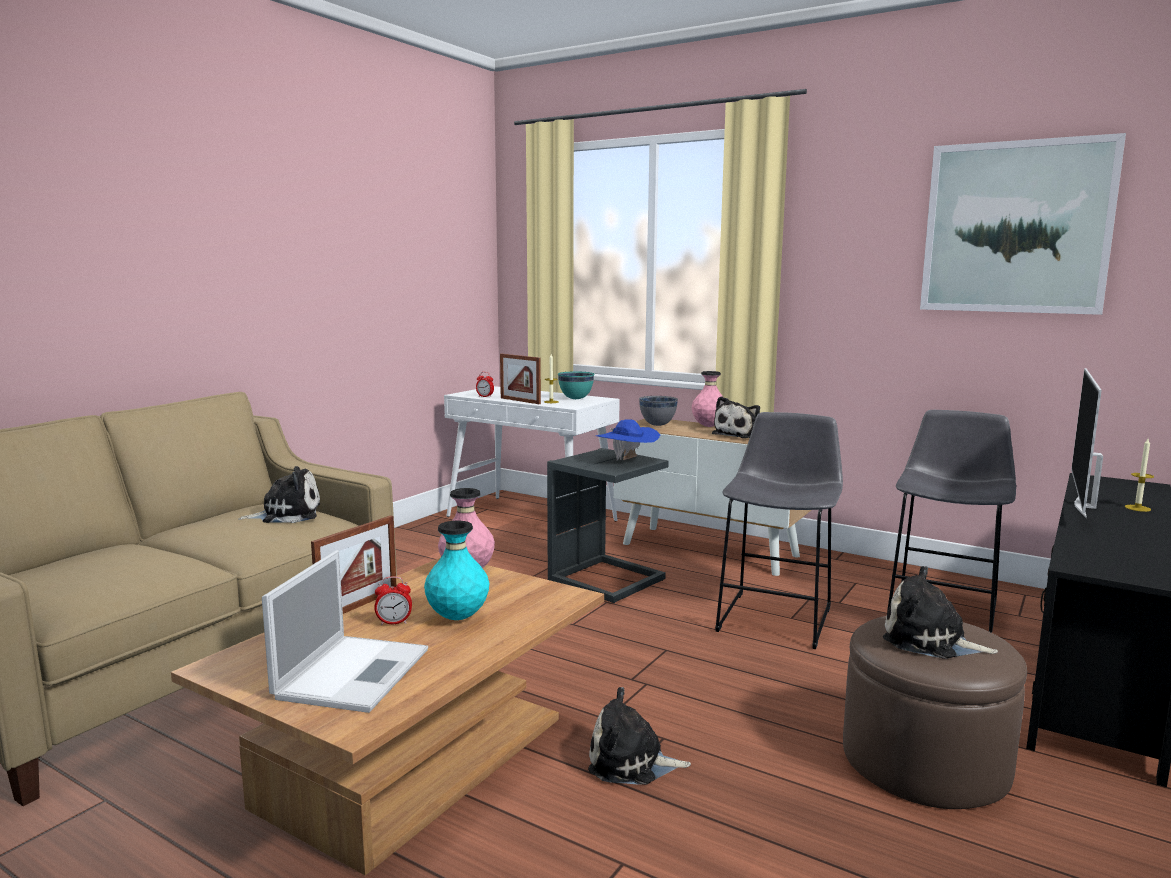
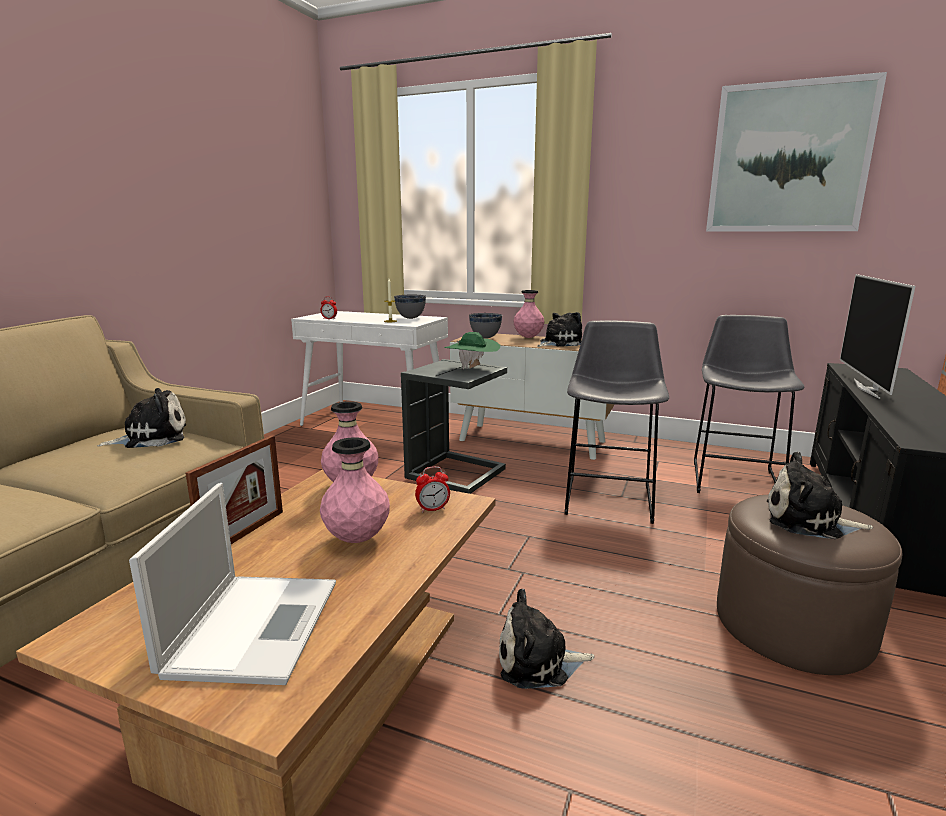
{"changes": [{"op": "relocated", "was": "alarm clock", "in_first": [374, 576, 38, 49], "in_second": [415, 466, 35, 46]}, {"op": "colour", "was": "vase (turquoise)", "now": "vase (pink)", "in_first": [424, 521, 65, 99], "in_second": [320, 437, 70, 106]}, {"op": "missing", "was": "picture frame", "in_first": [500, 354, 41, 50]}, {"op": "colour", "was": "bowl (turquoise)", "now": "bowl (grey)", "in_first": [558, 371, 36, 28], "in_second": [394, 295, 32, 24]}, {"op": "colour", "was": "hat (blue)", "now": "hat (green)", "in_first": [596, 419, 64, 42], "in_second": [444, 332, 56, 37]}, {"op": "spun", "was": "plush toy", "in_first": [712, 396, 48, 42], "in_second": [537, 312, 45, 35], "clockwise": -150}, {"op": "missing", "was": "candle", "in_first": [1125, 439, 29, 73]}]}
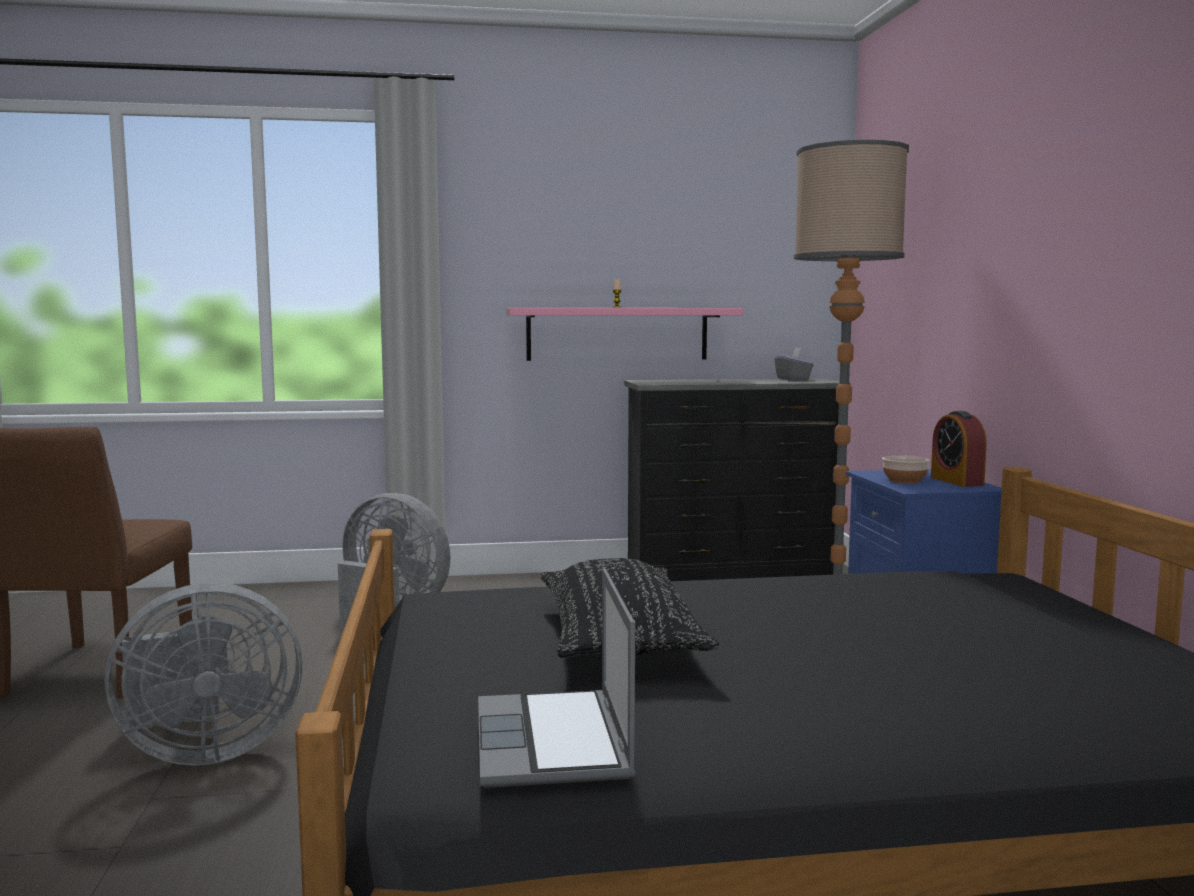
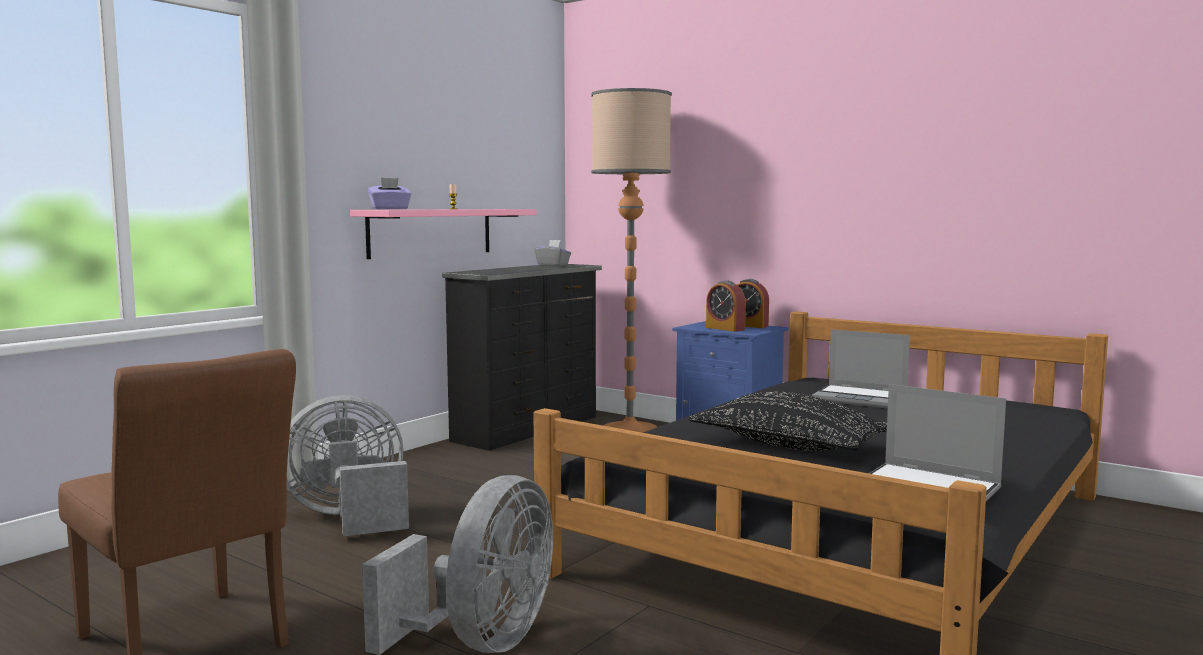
{"changes": [{"op": "exchanged", "was": "bowl", "now": "alarm clock", "in_first": [882, 455, 48, 28], "in_second": [706, 281, 40, 51]}, {"op": "appeared", "now": "tissue box (purple)", "in_second": [368, 178, 43, 31]}, {"op": "appeared", "now": "laptop", "in_second": [812, 329, 98, 80]}]}
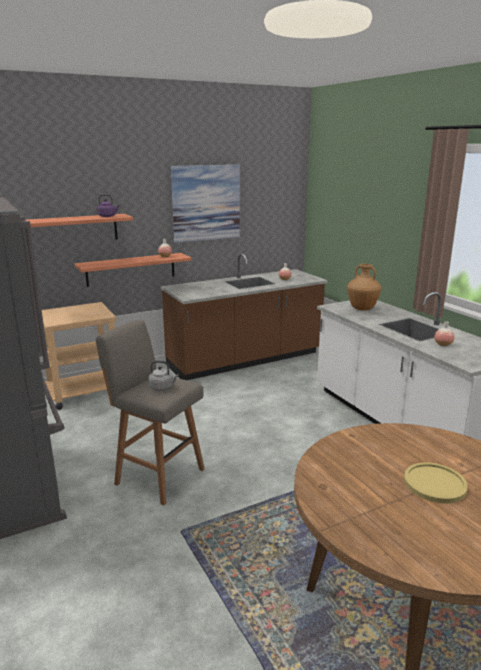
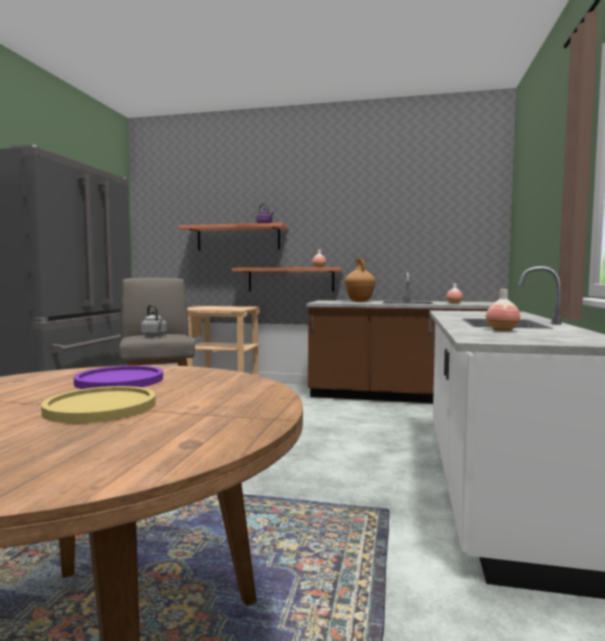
{"changes": [{"op": "missing", "was": "picture", "in_first": [171, 165, 69, 78]}, {"op": "relocated", "was": "vase (brown)", "in_first": [347, 264, 34, 47], "in_second": [344, 259, 32, 43]}, {"op": "appeared", "now": "plate (purple)", "in_second": [74, 366, 89, 23]}]}
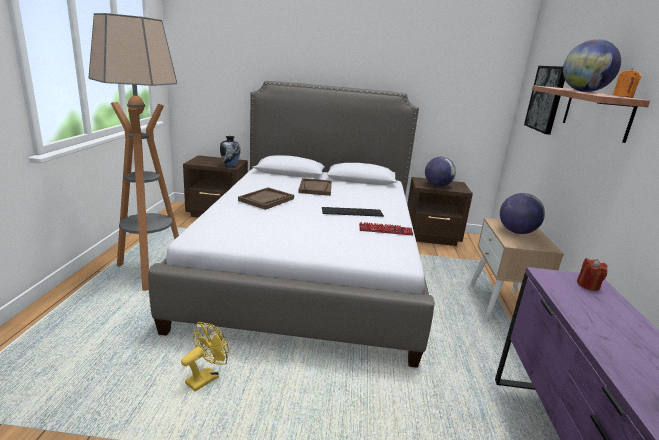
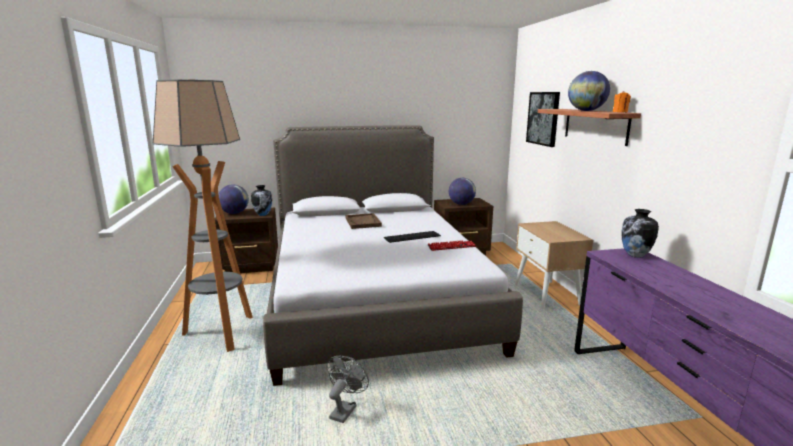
{"changes": [{"op": "colour", "was": "fan (yellow)", "now": "fan (grey)", "in_first": [181, 322, 48, 69], "in_second": [327, 356, 42, 67]}, {"op": "missing", "was": "tray (brown)", "in_first": [238, 188, 56, 22]}, {"op": "relocated", "was": "globe", "in_first": [500, 193, 45, 41], "in_second": [218, 184, 31, 30]}, {"op": "exchanged", "was": "candle (red)", "now": "vase", "in_first": [577, 258, 30, 33], "in_second": [621, 209, 38, 49]}]}
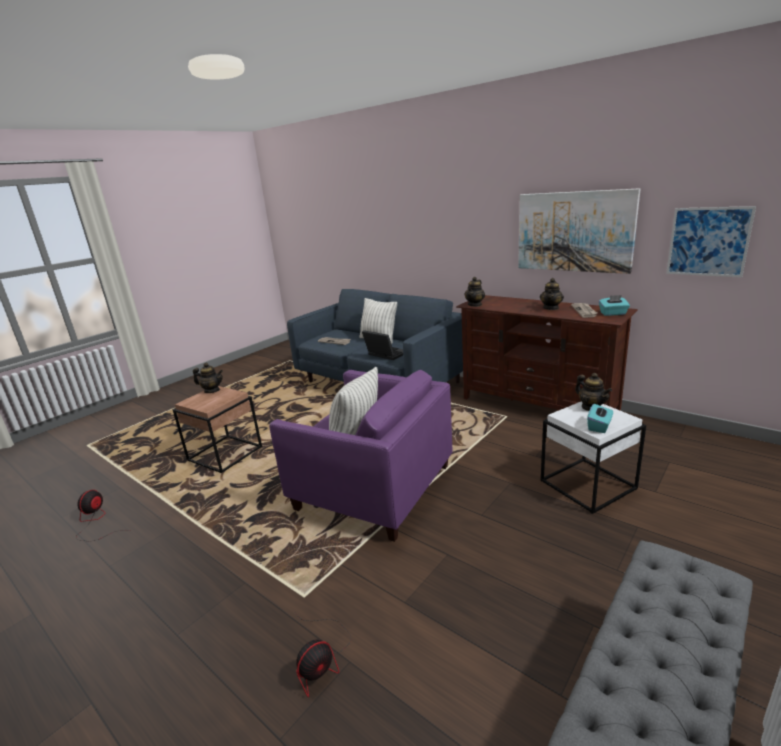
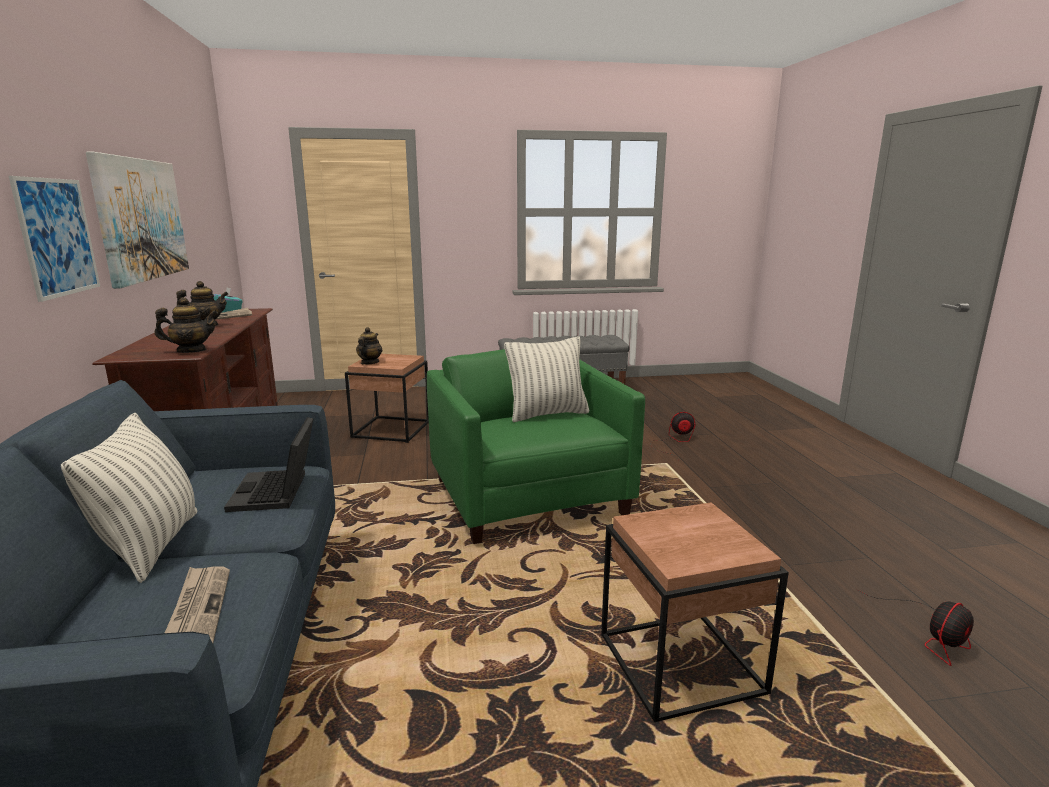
{"changes": [{"op": "missing", "was": "teapot", "in_first": [193, 363, 30, 30]}, {"op": "colour", "was": "armchair (purple)", "now": "armchair (green)", "in_first": [269, 370, 184, 172], "in_second": [427, 349, 218, 195]}, {"op": "colour", "was": "side table (white)", "now": "side table (brown)", "in_first": [541, 402, 105, 112], "in_second": [345, 354, 84, 89]}, {"op": "missing", "was": "tissue box (turquoise)", "in_first": [587, 404, 26, 29]}, {"op": "relocated", "was": "picture", "in_first": [666, 206, 90, 71], "in_second": [9, 176, 91, 126]}]}
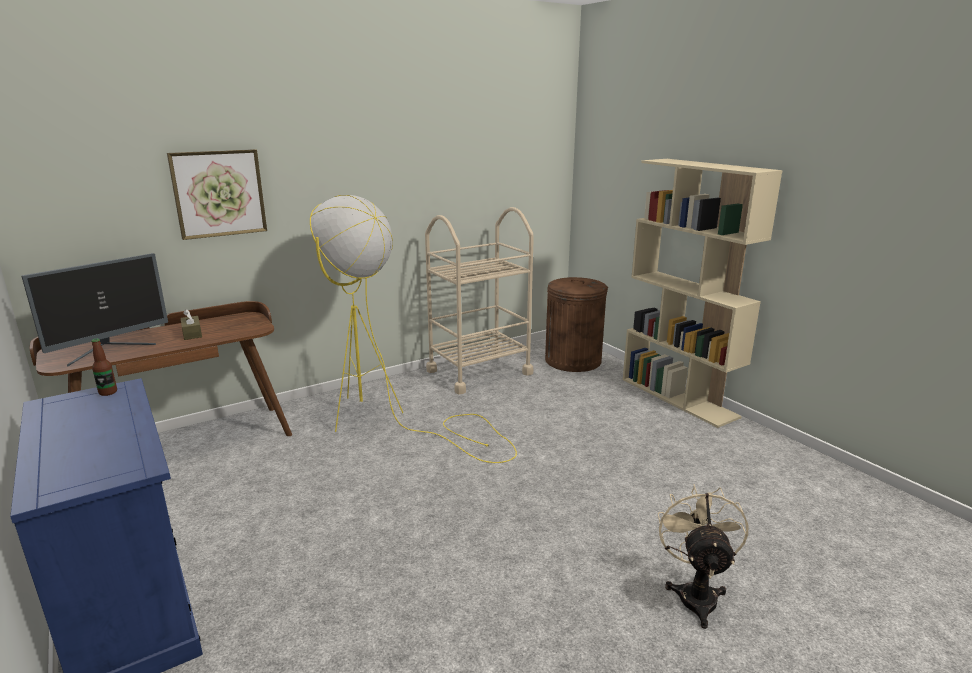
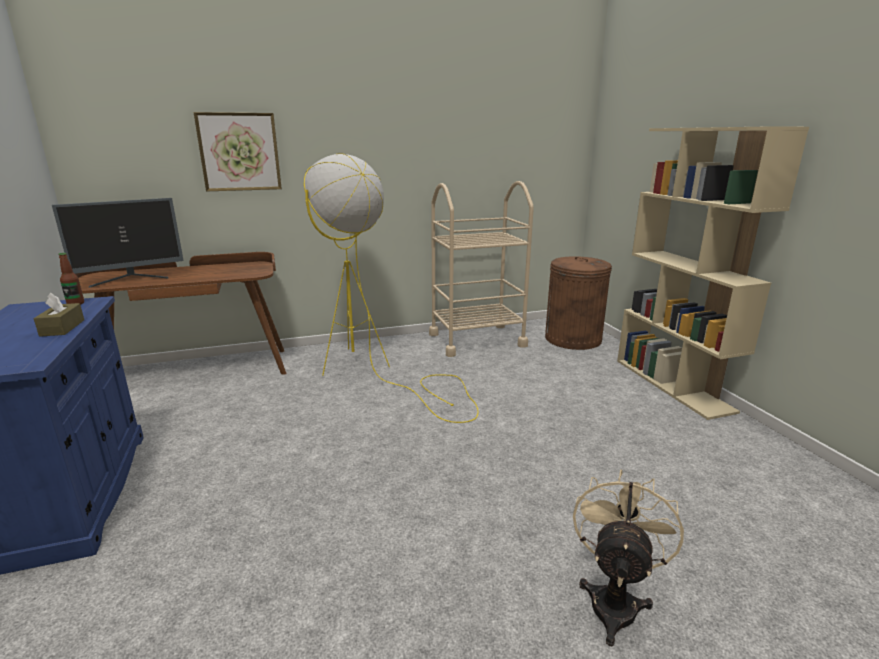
{"changes": [{"op": "relocated", "was": "tissue box (brown)", "in_first": [181, 309, 21, 31], "in_second": [34, 293, 50, 44]}]}
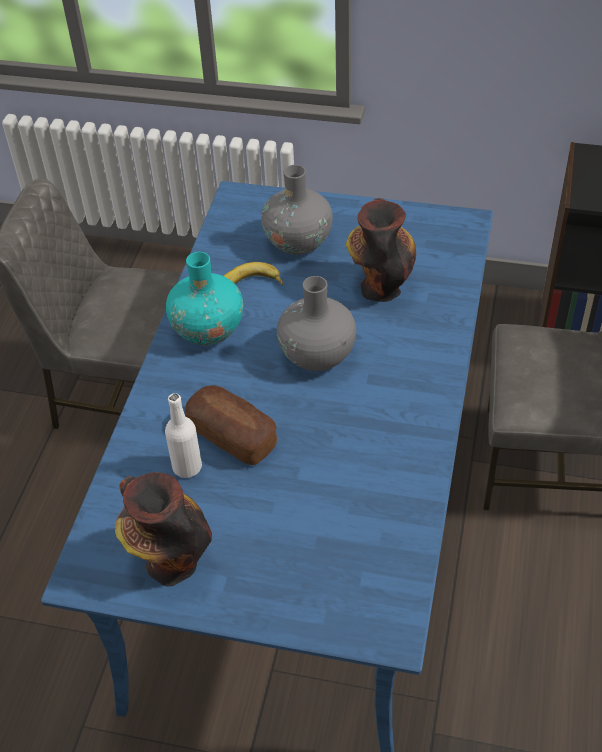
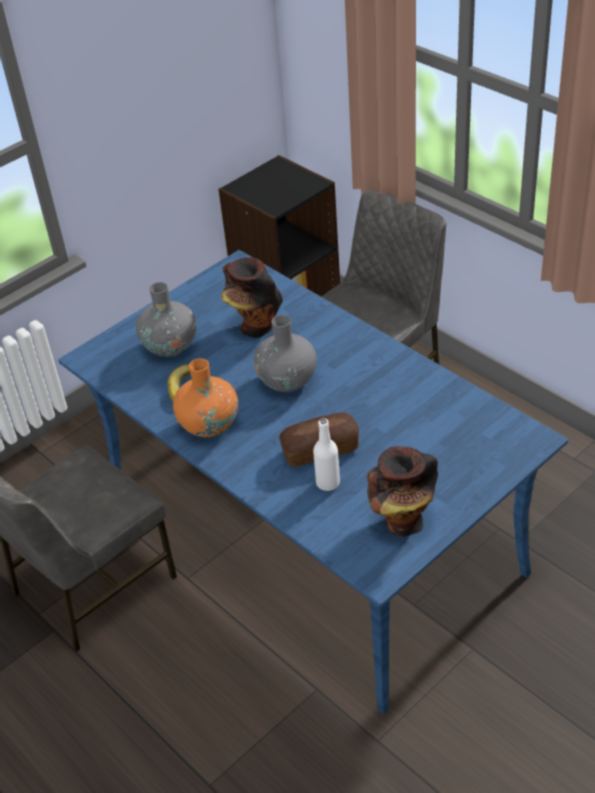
{"changes": [{"op": "colour", "was": "vase (turquoise)", "now": "vase (orange)", "in_first": [166, 252, 77, 93], "in_second": [173, 358, 65, 79]}]}
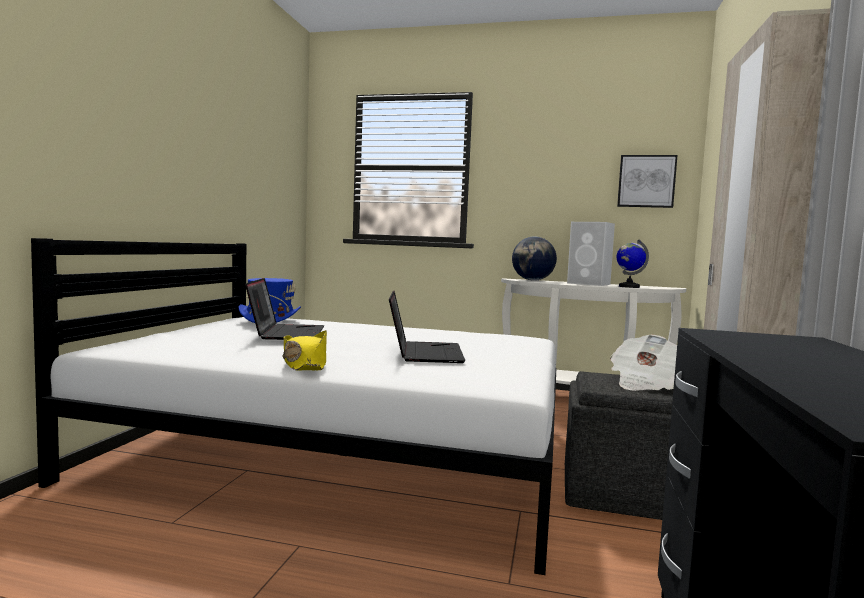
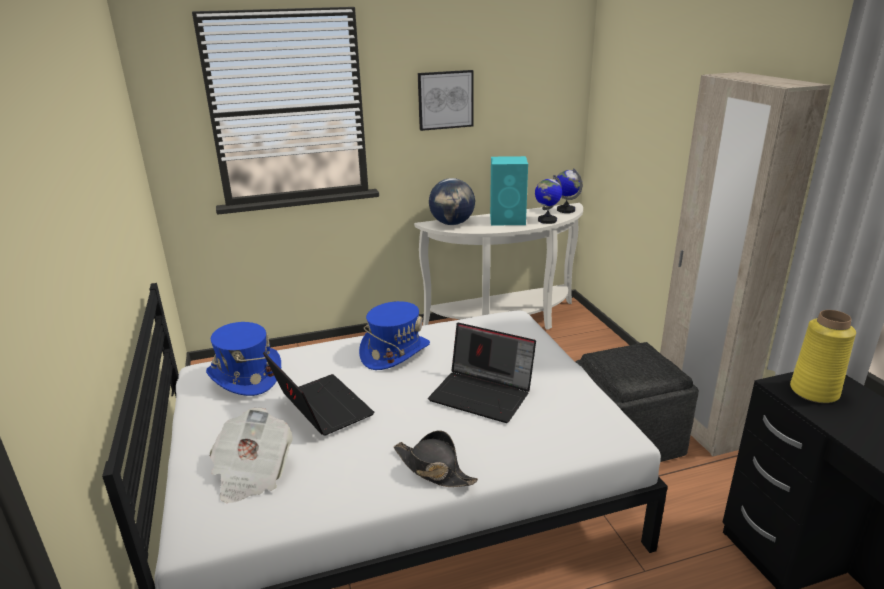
{"changes": [{"op": "colour", "was": "hat (yellow)", "now": "hat (black)", "in_first": [283, 330, 44, 41], "in_second": [394, 430, 84, 57]}, {"op": "spun", "was": "laptop", "in_first": [389, 291, 76, 72], "in_second": [428, 323, 108, 100], "clockwise": 150}, {"op": "colour", "was": "speaker (white)", "now": "speaker (turquoise)", "in_first": [567, 222, 48, 64], "in_second": [490, 156, 38, 69]}, {"op": "relocated", "was": "newspaper", "in_first": [610, 335, 67, 56], "in_second": [210, 408, 83, 95]}, {"op": "relocated", "was": "picture", "in_first": [617, 155, 61, 53], "in_second": [418, 70, 55, 61]}, {"op": "appeared", "now": "hat (blue)", "in_second": [359, 301, 71, 69]}, {"op": "appeared", "now": "globe", "in_second": [555, 169, 27, 44]}, {"op": "appeared", "now": "vase (yellow)", "in_second": [790, 310, 66, 93]}]}
